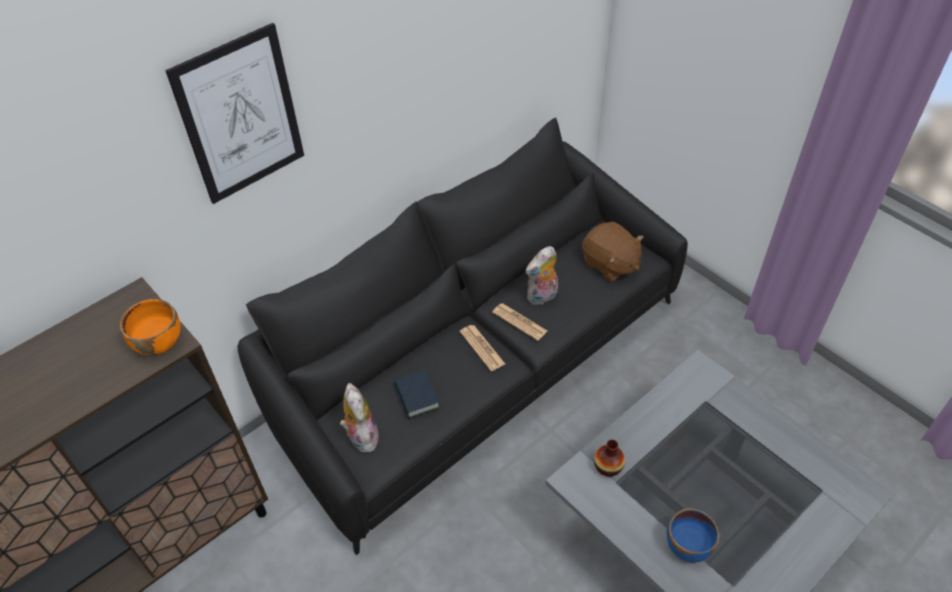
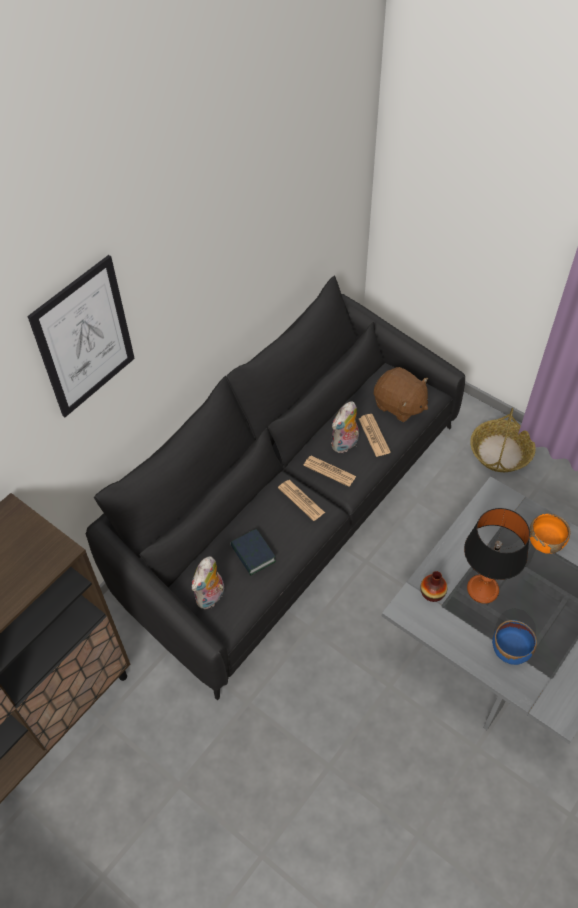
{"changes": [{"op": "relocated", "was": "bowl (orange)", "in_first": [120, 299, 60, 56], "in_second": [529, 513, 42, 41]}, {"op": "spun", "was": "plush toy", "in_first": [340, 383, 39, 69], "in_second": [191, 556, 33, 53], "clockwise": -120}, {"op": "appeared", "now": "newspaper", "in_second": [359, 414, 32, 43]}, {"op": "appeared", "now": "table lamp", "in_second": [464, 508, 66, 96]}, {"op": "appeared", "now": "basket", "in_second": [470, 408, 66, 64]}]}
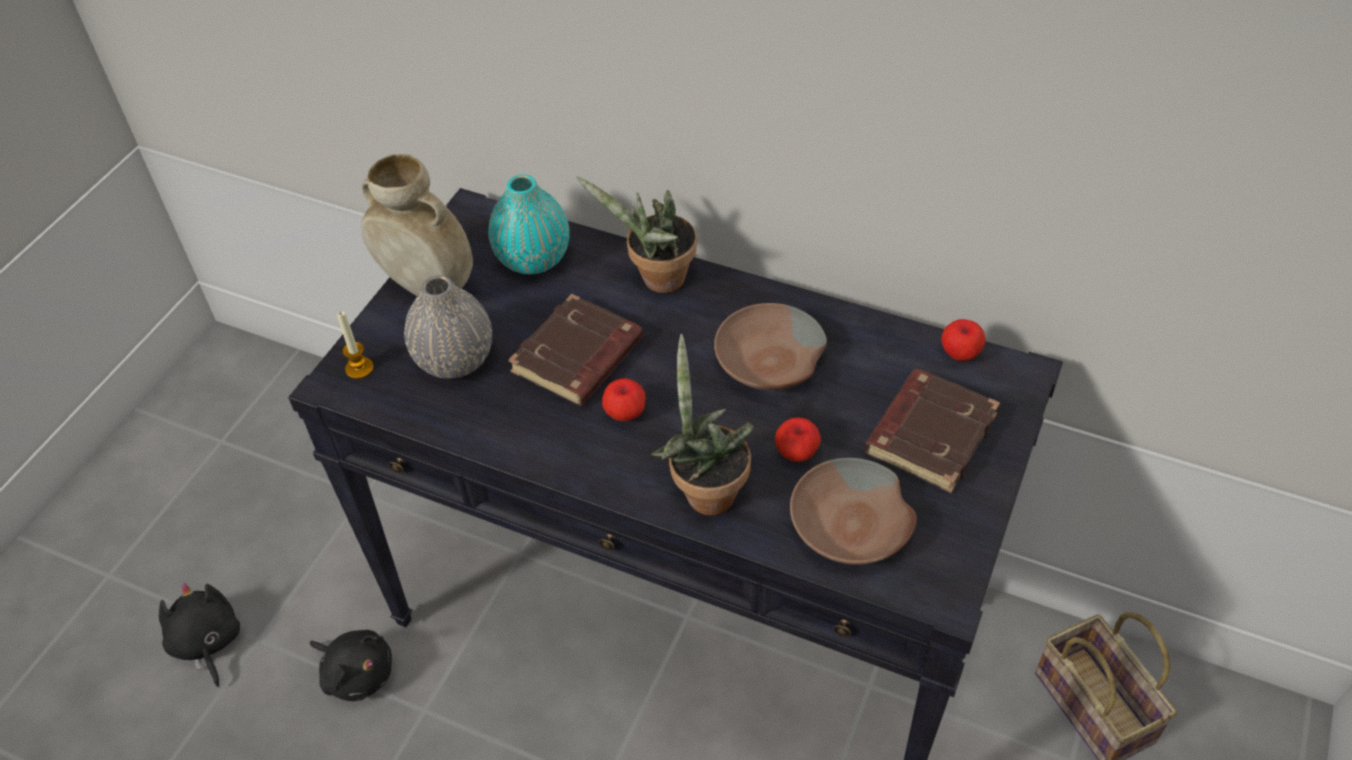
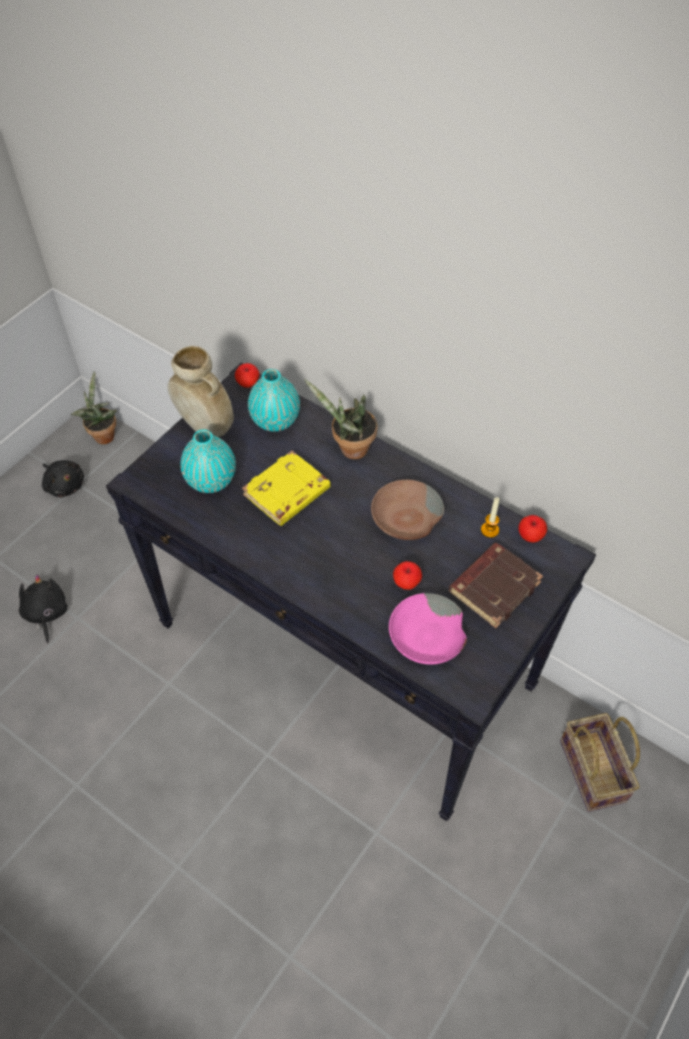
{"changes": [{"op": "relocated", "was": "plush toy (black)", "in_first": [310, 630, 82, 71], "in_second": [42, 460, 42, 37]}, {"op": "relocated", "was": "candle", "in_first": [337, 312, 36, 67], "in_second": [481, 497, 19, 41]}, {"op": "colour", "was": "vase (grey)", "now": "vase (turquoise)", "in_first": [404, 275, 88, 104], "in_second": [180, 429, 56, 64]}, {"op": "colour", "was": "book (brown)", "now": "book (yellow)", "in_first": [508, 294, 135, 112], "in_second": [242, 451, 88, 75]}, {"op": "relocated", "was": "apple", "in_first": [602, 378, 44, 43], "in_second": [235, 363, 25, 25]}, {"op": "relocated", "was": "potted plant", "in_first": [651, 334, 103, 181], "in_second": [71, 371, 46, 73]}, {"op": "colour", "was": "bowl (brown)", "now": "bowl (pink)", "in_first": [790, 458, 127, 107], "in_second": [389, 593, 78, 72]}]}
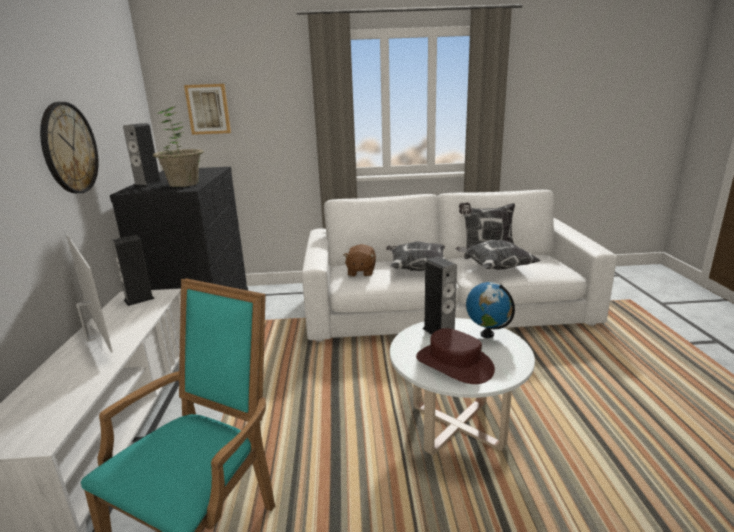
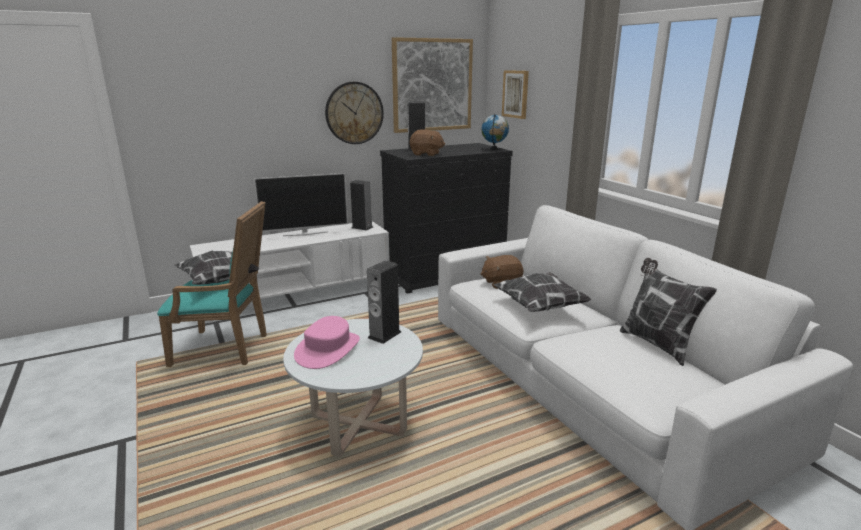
{"changes": [{"op": "spun", "was": "television", "in_first": [66, 234, 47, 119], "in_second": [254, 173, 94, 63], "clockwise": 45}, {"op": "exchanged", "was": "potted plant", "now": "plush toy (brown)", "in_first": [153, 107, 51, 80], "in_second": [410, 129, 35, 27]}, {"op": "colour", "was": "hat (brown)", "now": "hat (pink)", "in_first": [416, 328, 79, 56], "in_second": [294, 316, 66, 53]}, {"op": "relocated", "was": "pillow", "in_first": [455, 240, 86, 30], "in_second": [174, 251, 86, 34]}, {"op": "relocated", "was": "globe", "in_first": [466, 282, 49, 56], "in_second": [481, 114, 28, 36]}, {"op": "appeared", "now": "picture", "in_second": [392, 37, 81, 96]}]}
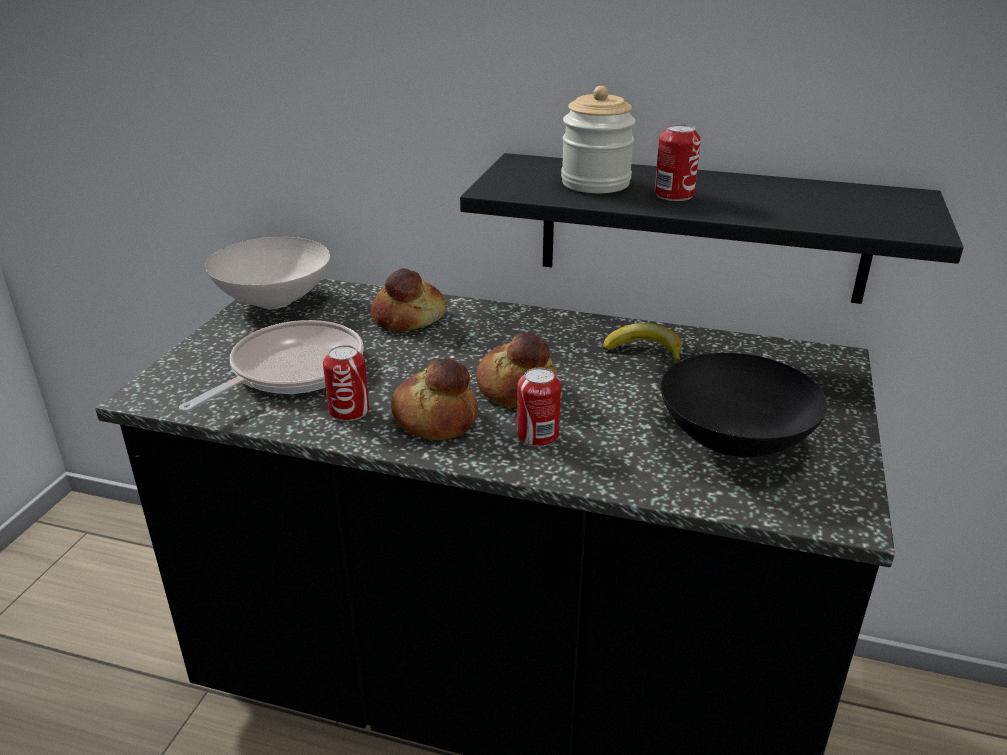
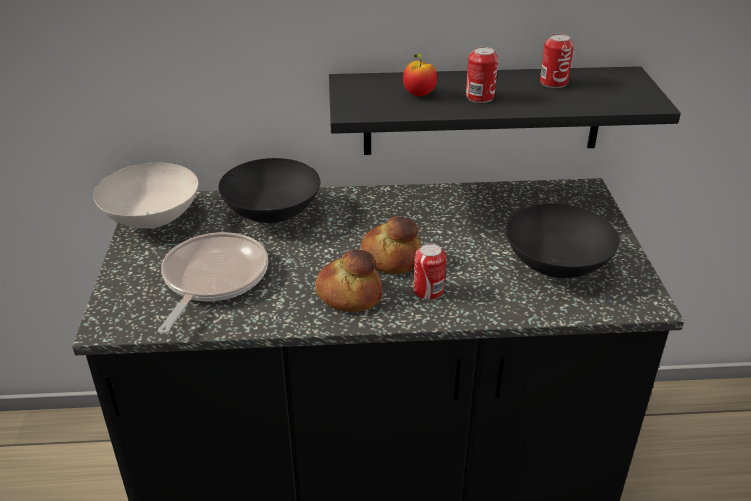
{"changes": [{"op": "relocated", "was": "can", "in_first": [323, 345, 46, 76], "in_second": [540, 34, 34, 54]}, {"op": "exchanged", "was": "bread", "now": "bowl (black)", "in_first": [371, 268, 75, 63], "in_second": [219, 158, 101, 65]}, {"op": "exchanged", "was": "jar", "now": "apple", "in_first": [561, 86, 75, 107], "in_second": [403, 53, 34, 43]}, {"op": "missing", "was": "banana", "in_first": [603, 323, 79, 40]}]}
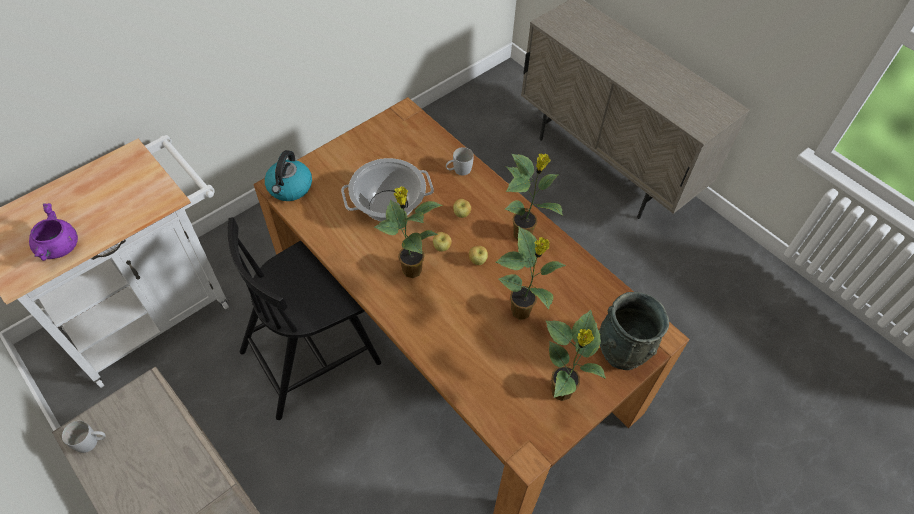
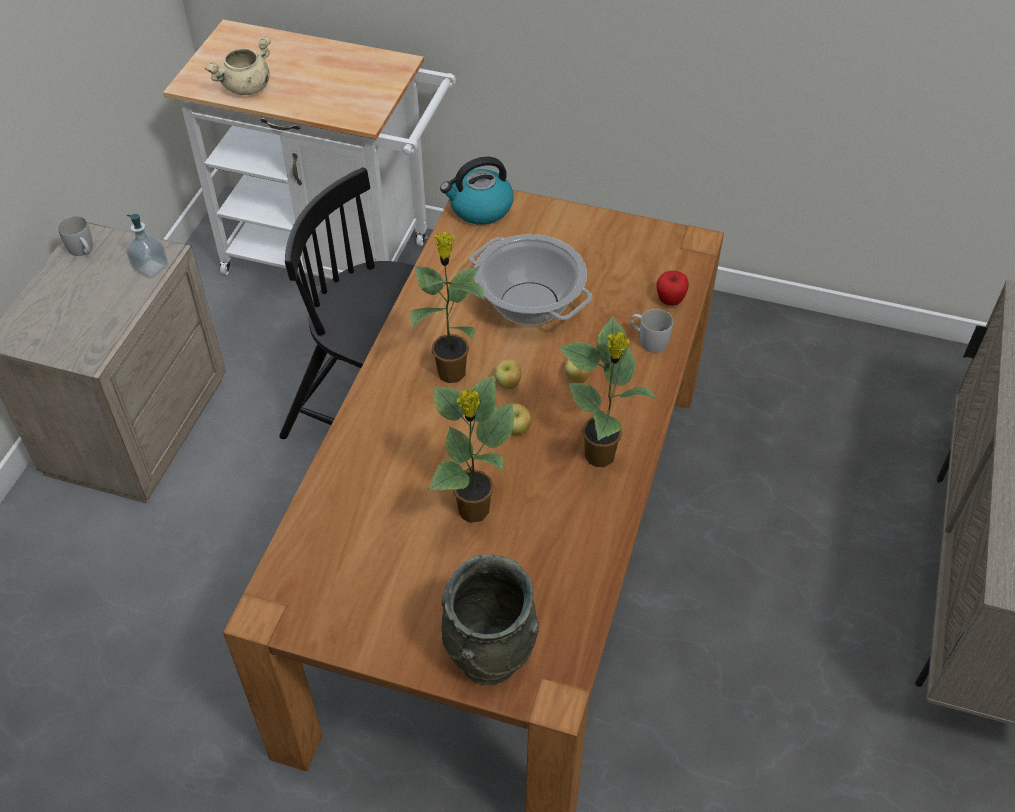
{"changes": [{"op": "colour", "was": "cooking pot (purple)", "now": "cooking pot (beige)", "in_first": [29, 203, 49, 58], "in_second": [205, 36, 66, 59]}, {"op": "missing", "was": "potted plant", "in_first": [545, 310, 61, 91]}, {"op": "appeared", "now": "soap dispenser", "in_second": [126, 214, 42, 64]}, {"op": "appeared", "now": "apple", "in_second": [657, 271, 32, 35]}]}
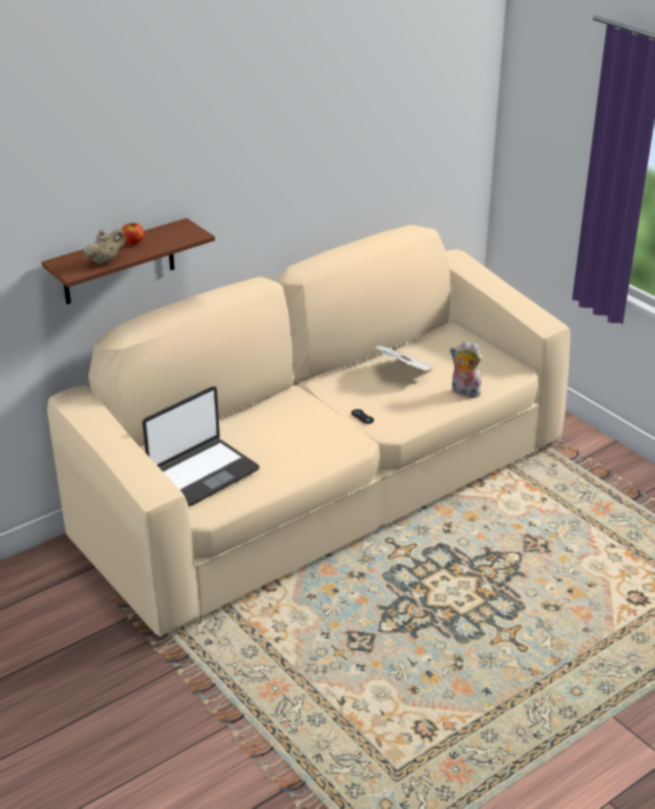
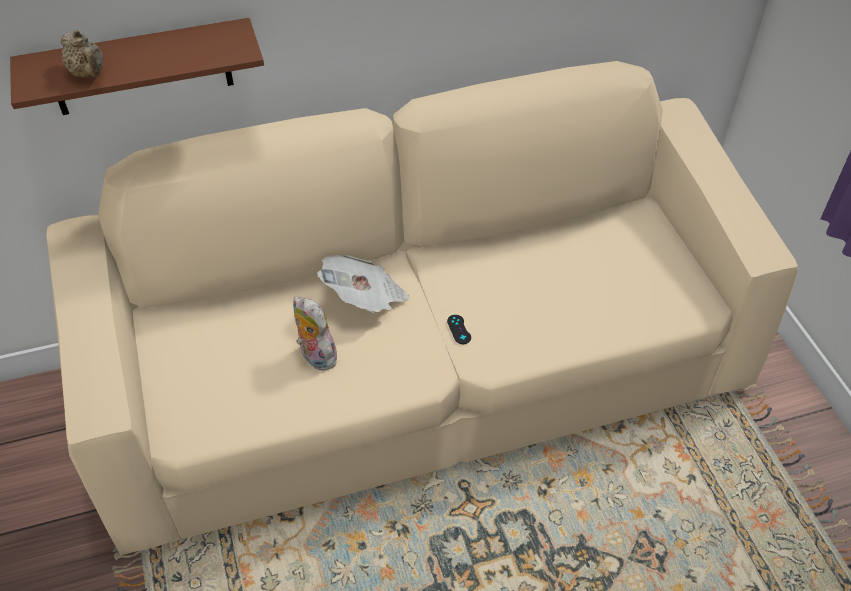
{"changes": [{"op": "spun", "was": "teapot (beige)", "in_first": [84, 228, 42, 37], "in_second": [60, 29, 43, 49], "clockwise": 75}, {"op": "missing", "was": "apple", "in_first": [122, 223, 22, 22]}, {"op": "missing", "was": "laptop", "in_first": [142, 386, 118, 120]}, {"op": "relocated", "was": "newspaper", "in_first": [375, 346, 60, 25], "in_second": [317, 255, 92, 58]}, {"op": "relocated", "was": "plush toy", "in_first": [450, 341, 33, 57], "in_second": [293, 297, 44, 74]}]}
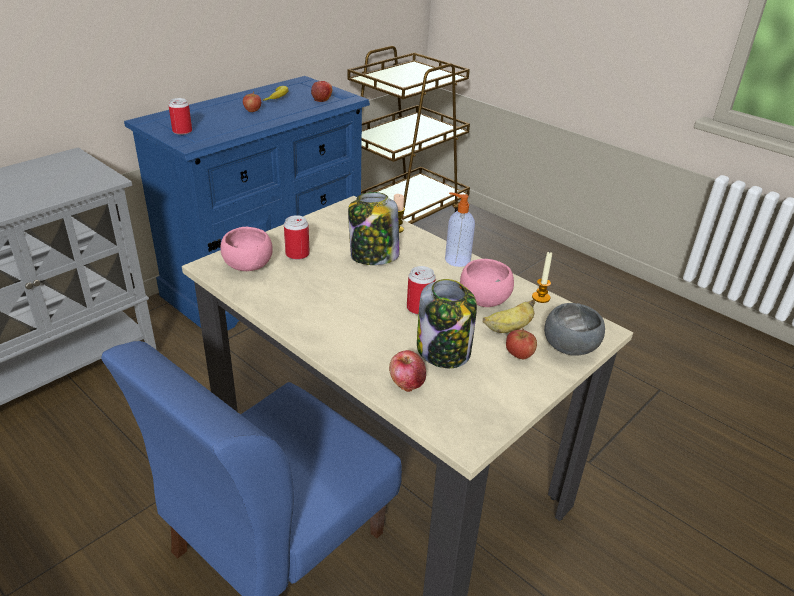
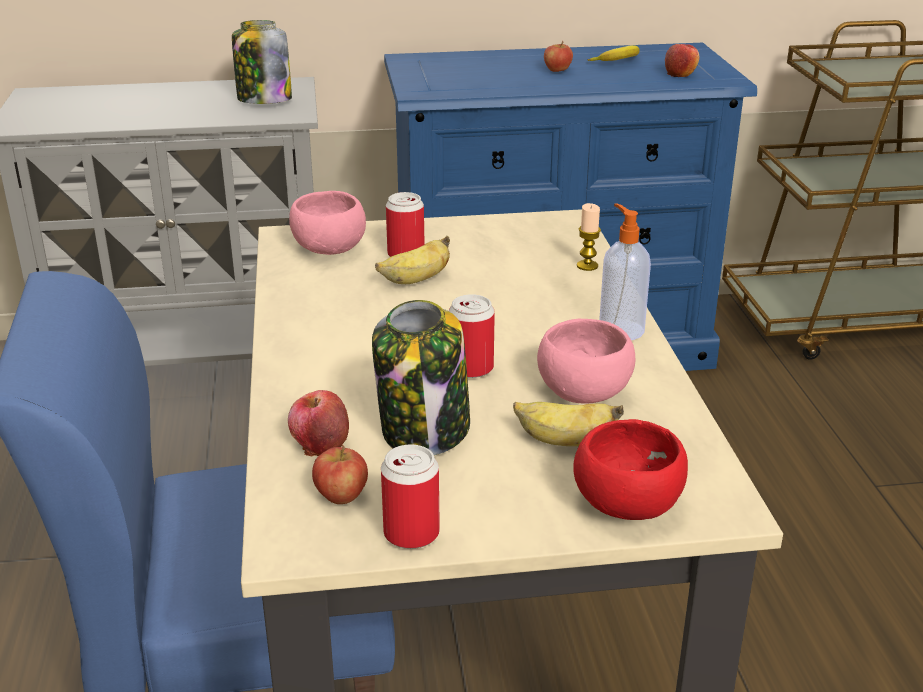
{"changes": [{"op": "relocated", "was": "can", "in_first": [168, 98, 24, 37], "in_second": [381, 444, 59, 105]}, {"op": "relocated", "was": "jar", "in_first": [348, 192, 51, 73], "in_second": [232, 20, 60, 84]}, {"op": "relocated", "was": "apple", "in_first": [506, 328, 31, 31], "in_second": [312, 445, 56, 59]}, {"op": "missing", "was": "candle", "in_first": [532, 252, 20, 51]}, {"op": "colour", "was": "bowl (grey)", "now": "bowl (red)", "in_first": [544, 303, 61, 53], "in_second": [573, 419, 115, 101]}, {"op": "appeared", "now": "banana", "in_second": [375, 236, 75, 48]}]}
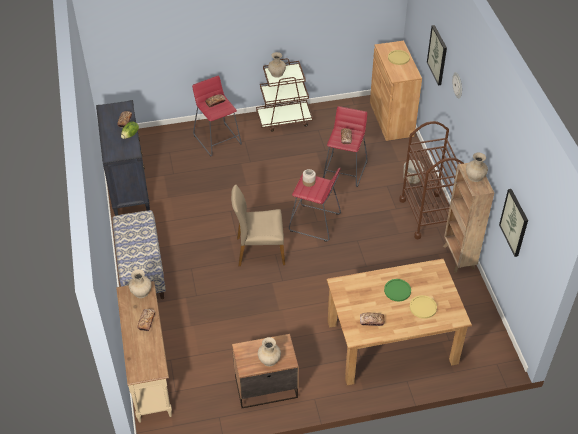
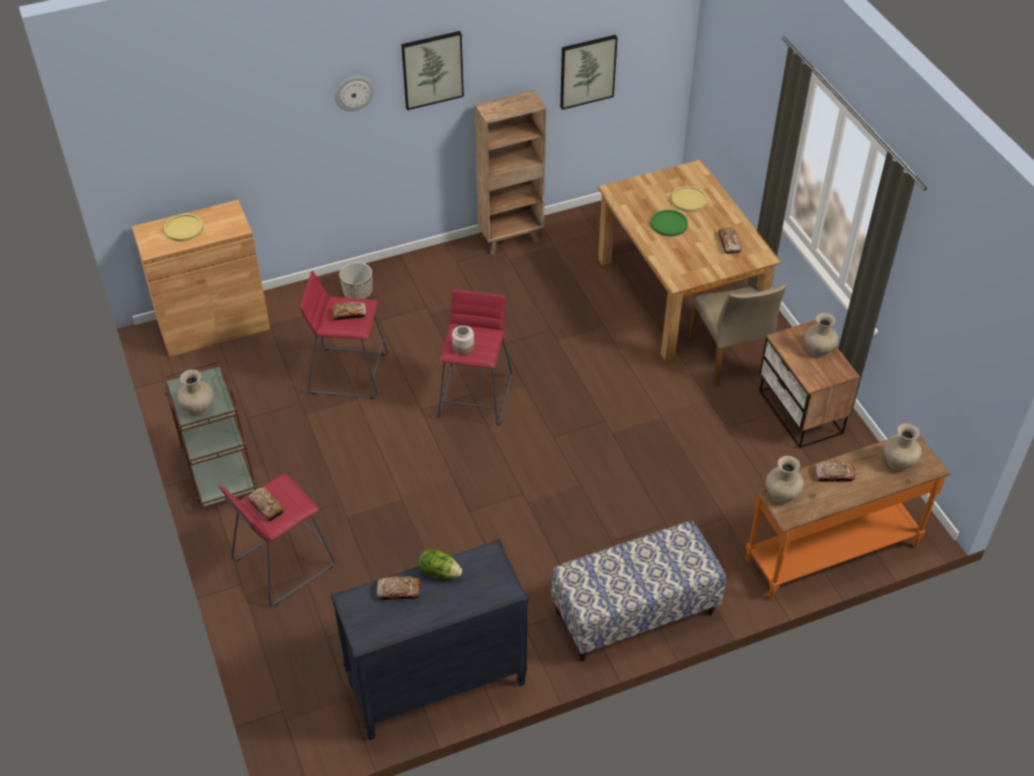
{"changes": [{"op": "colour", "was": "console table (beige)", "now": "console table (orange)", "in_first": [116, 281, 56, 142], "in_second": [746, 435, 204, 164]}, {"op": "relocated", "was": "chair (beige)", "in_first": [231, 185, 54, 81], "in_second": [688, 284, 98, 103]}, {"op": "missing", "was": "cart (brown)", "in_first": [399, 121, 65, 118]}, {"op": "relocated", "was": "picture", "in_first": [427, 25, 20, 60], "in_second": [401, 31, 63, 79]}, {"op": "relocated", "was": "vase (beige)", "in_first": [466, 153, 22, 29], "in_second": [884, 423, 37, 48]}]}
